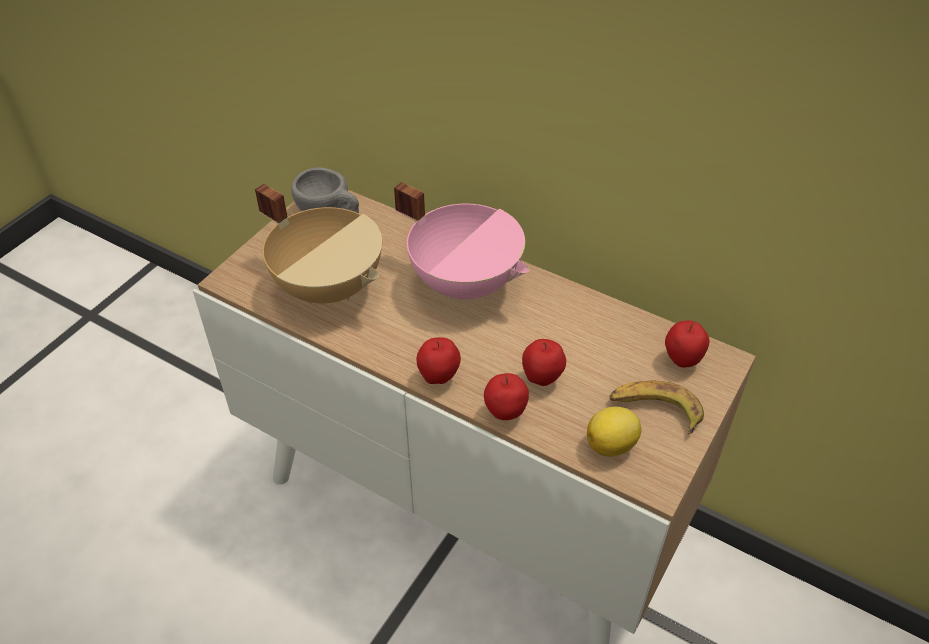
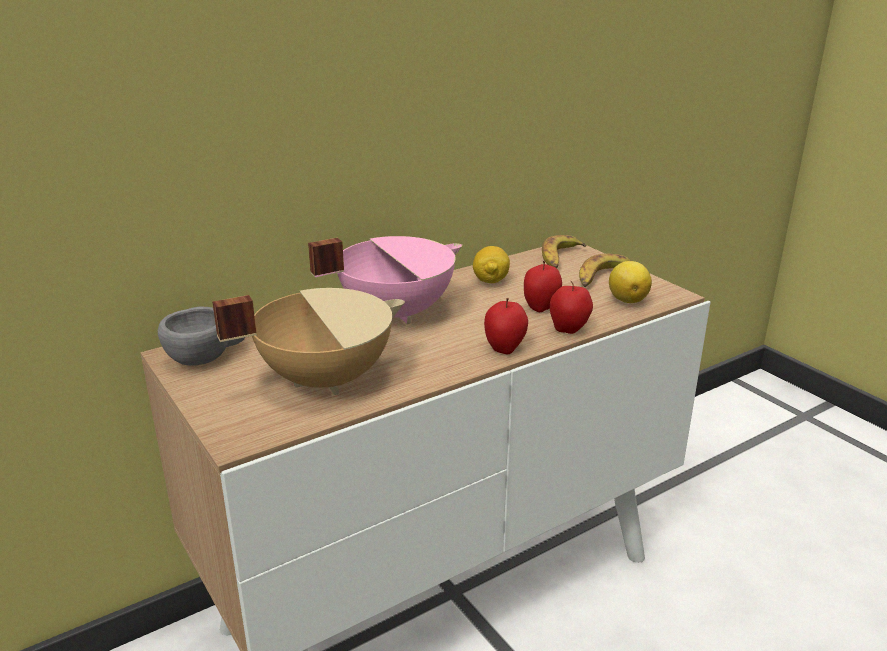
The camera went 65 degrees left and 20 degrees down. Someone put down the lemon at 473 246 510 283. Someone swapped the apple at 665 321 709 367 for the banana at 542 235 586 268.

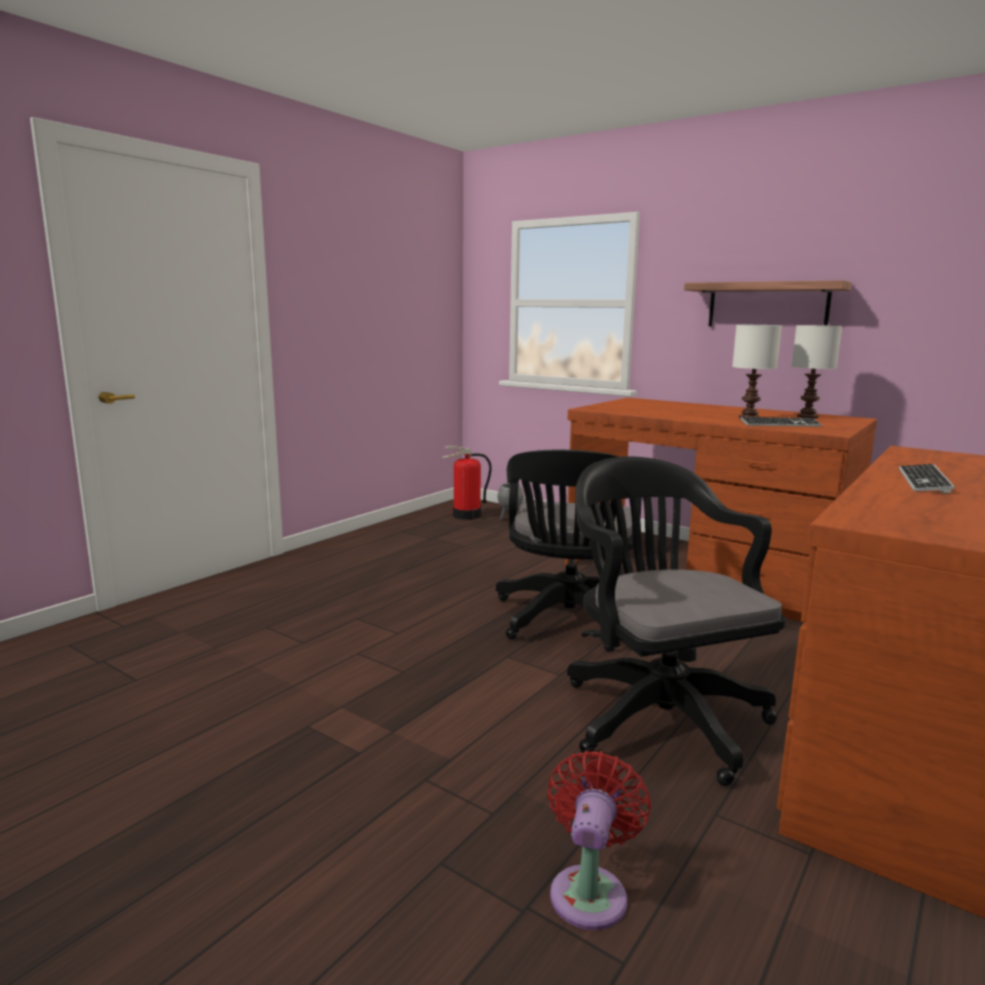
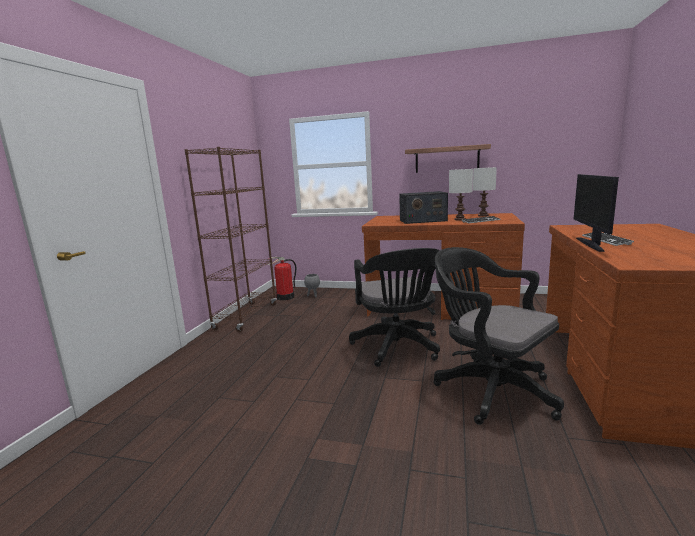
The camera went 20 degrees left and 0 degrees up. Someone took away the fan (red) at 548 751 651 930. Someone put down the bookcase (brown) at 184 147 277 332. Someone put down the radio at 399 191 448 224. Someone put down the monitor at 574 174 619 252.

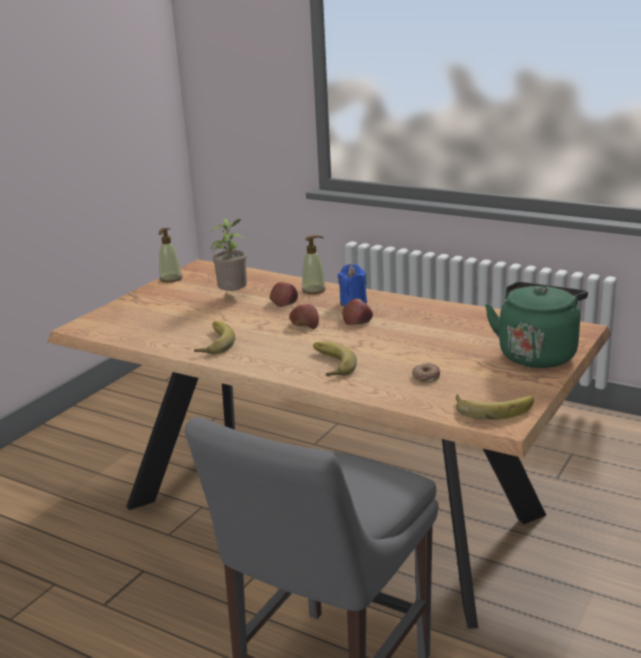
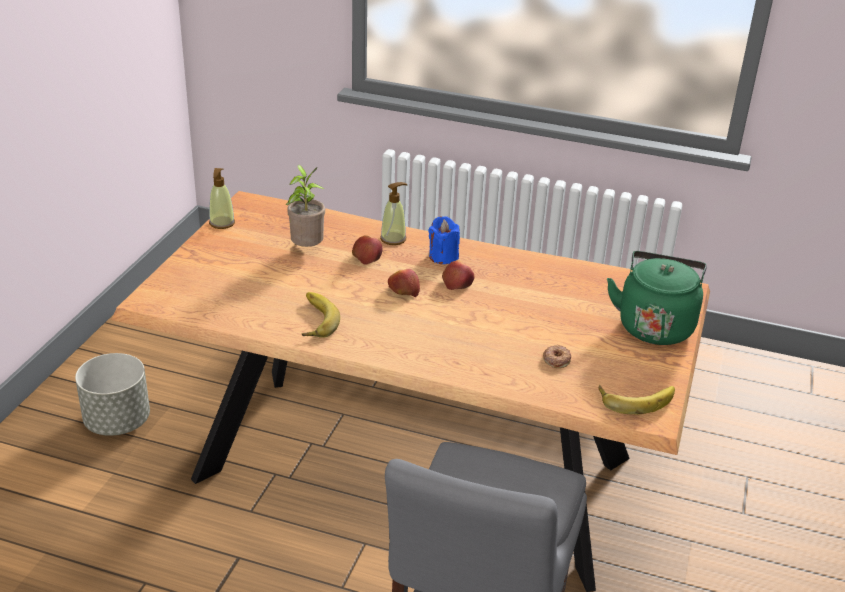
The camera went 15 degrees left and 10 degrees up. Someone took away the banana at 313 342 357 376. Someone put down the planter (grey) at 75 353 150 436.

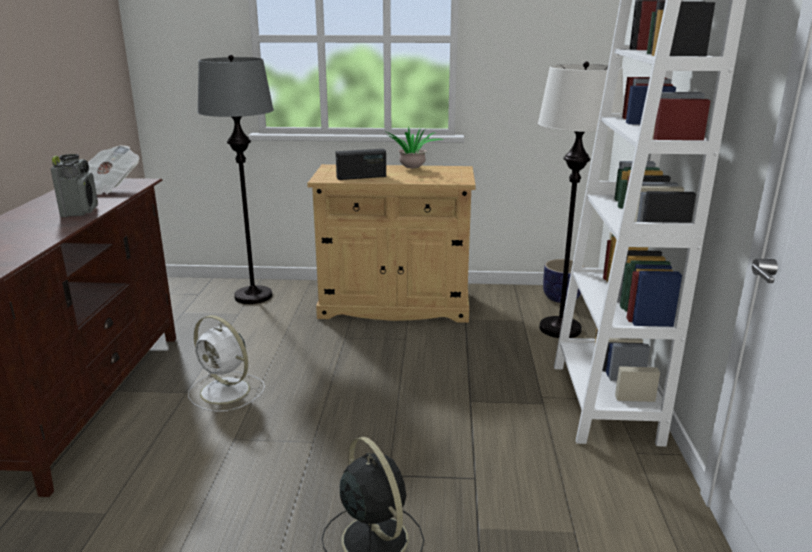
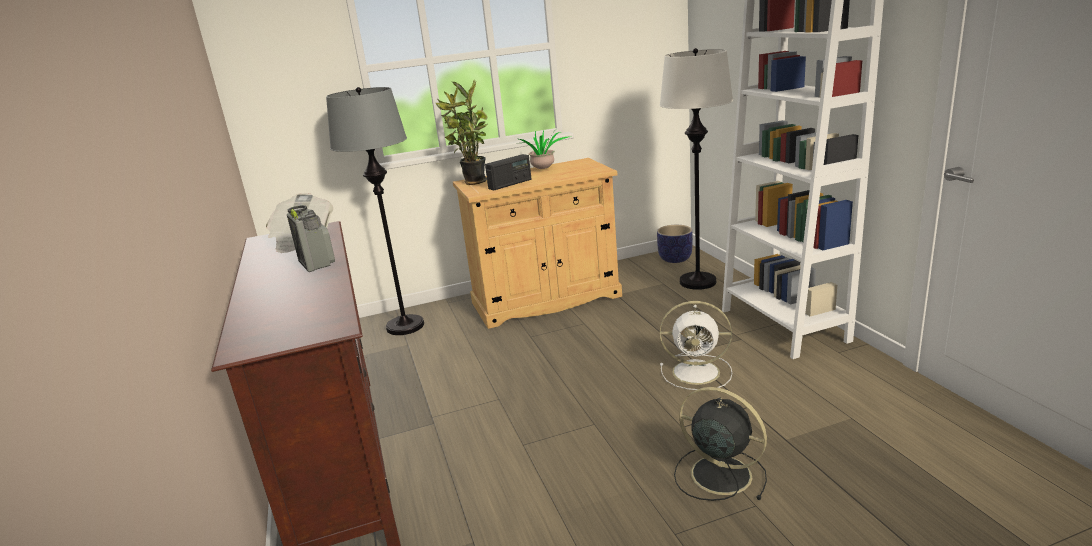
The camera went 20 degrees left and 0 degrees up. Someone put down the potted plant at 436 80 487 185. Someone carried the fan (white) from 188 315 265 412 to 660 301 733 390.

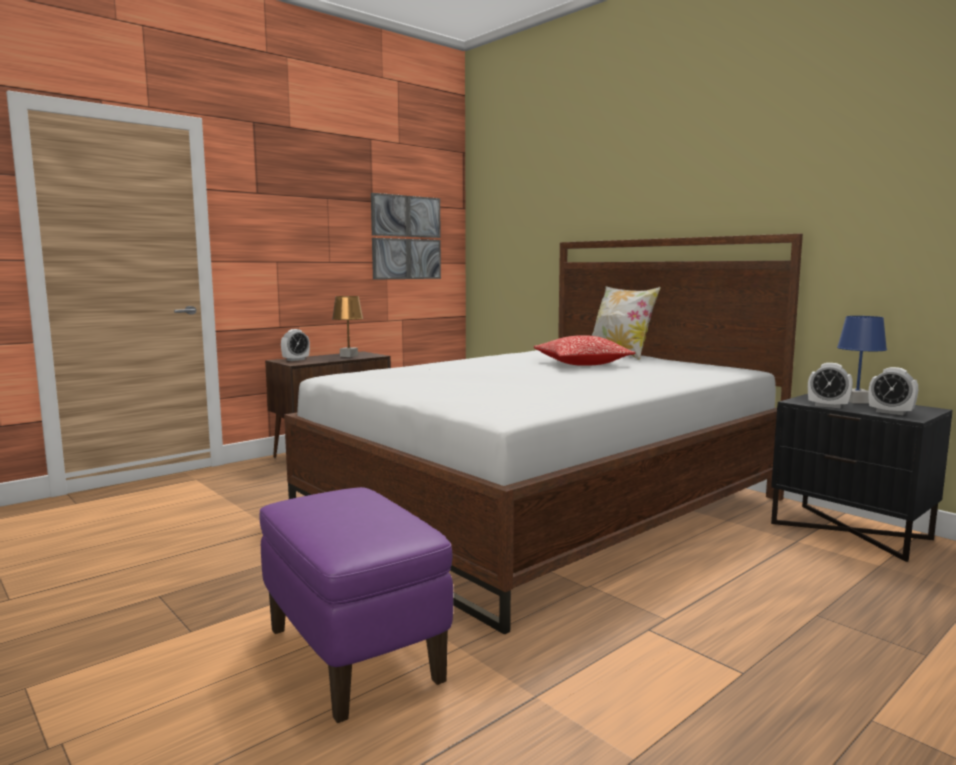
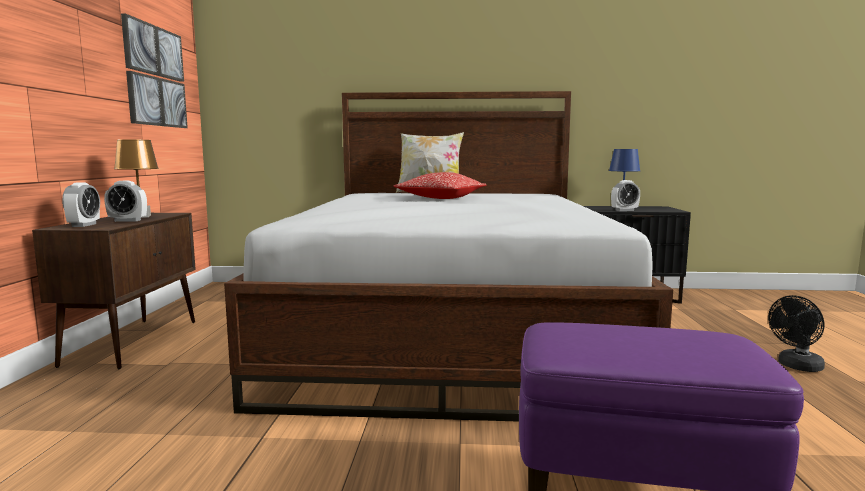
The camera went 45 degrees left and 0 degrees up. Someone put down the fan (black) at 768 295 825 372. Someone carried the alarm clock from 868 367 918 415 to 104 180 147 222.

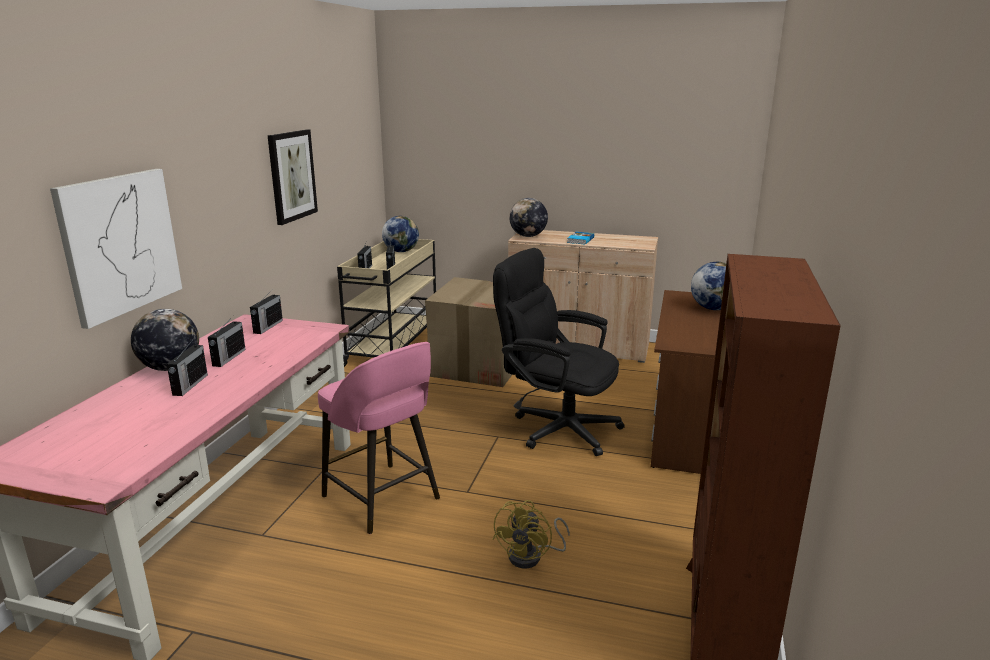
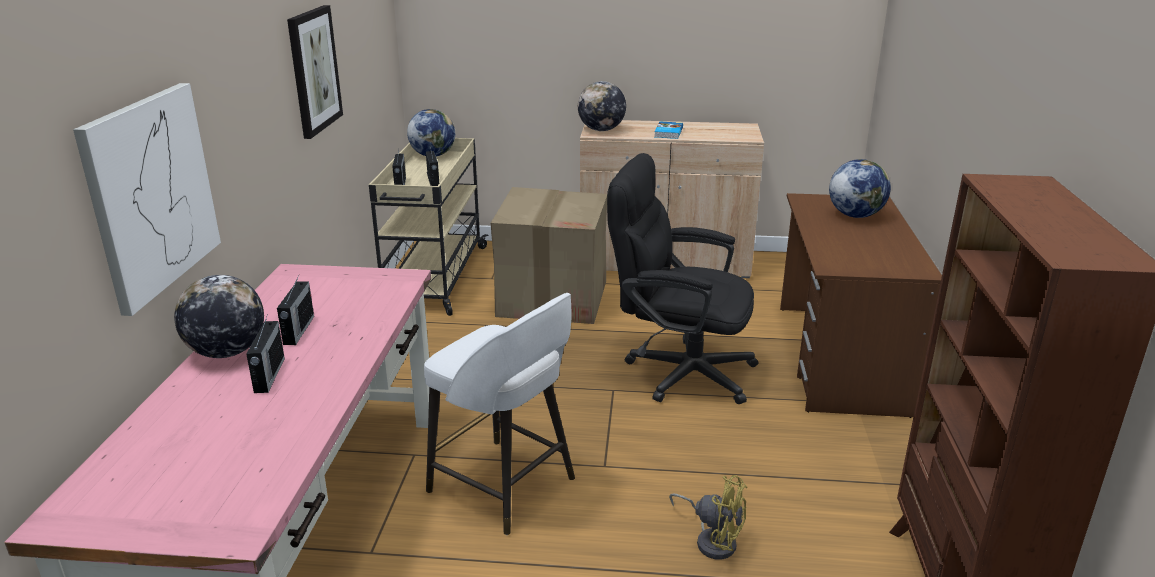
The camera went 10 degrees left and 5 degrees up. Someone took away the radio at 250 289 283 334. Someone repainted the stool (pink) at 318 342 440 534, which became the stool (white) at 424 293 575 535. Someone rotated the fan (yellow) at 493 500 570 569 by 75 degrees counterclockwise.

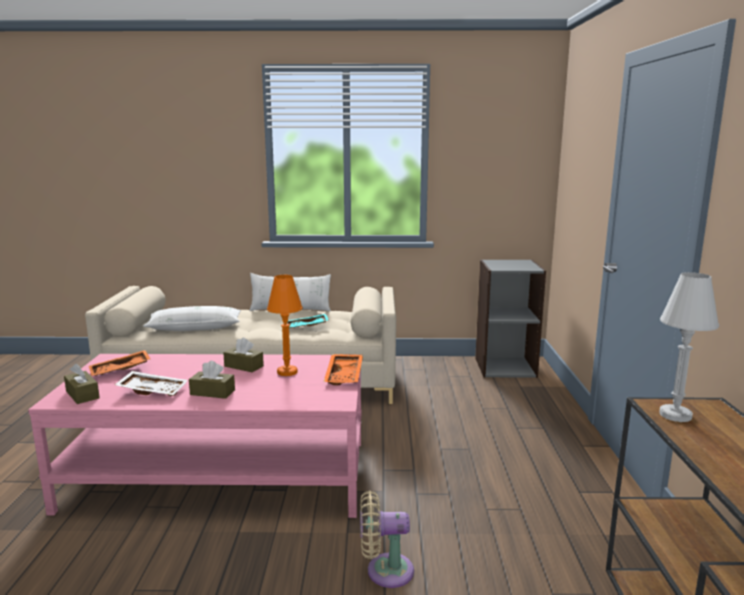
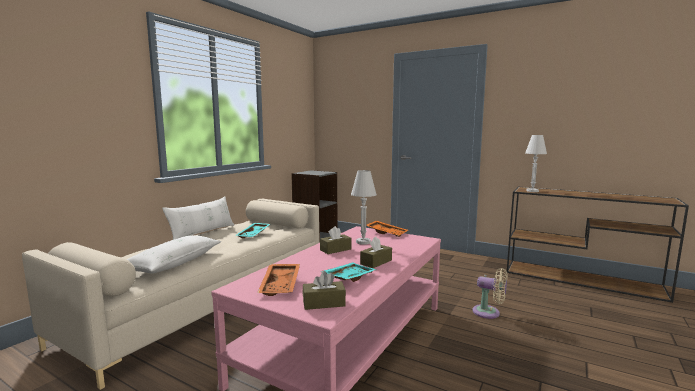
The camera went 60 degrees left and 5 degrees down. Someone repainted the tray (white) at 115 371 188 396, which became the tray (turquoise) at 321 262 377 282. Someone repainted the table lamp (orange) at 267 275 303 376, which became the table lamp (white) at 351 170 377 245. Someone rotated the fan (beige) at 360 491 414 588 by 90 degrees counterclockwise.

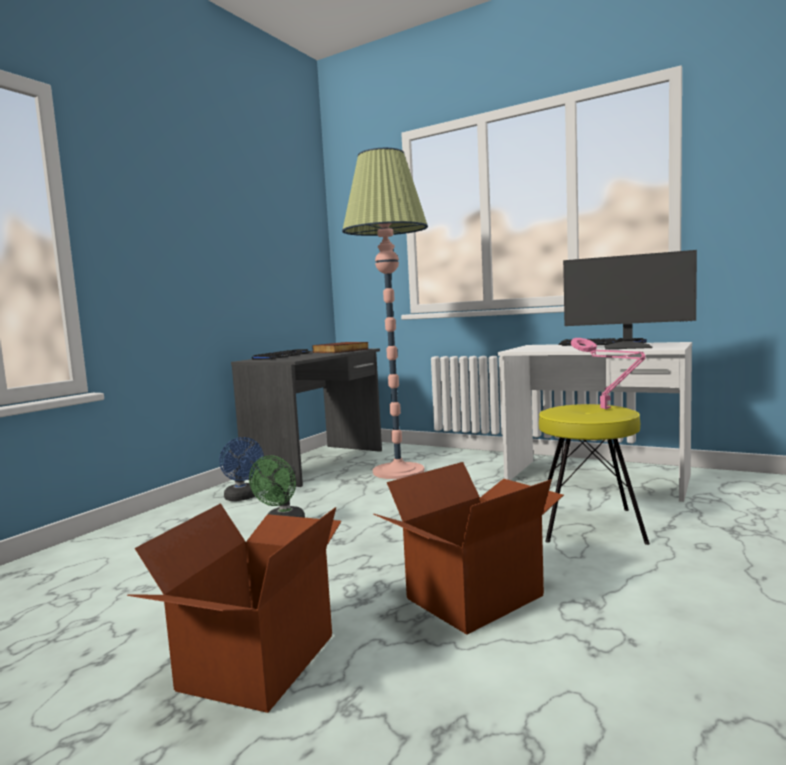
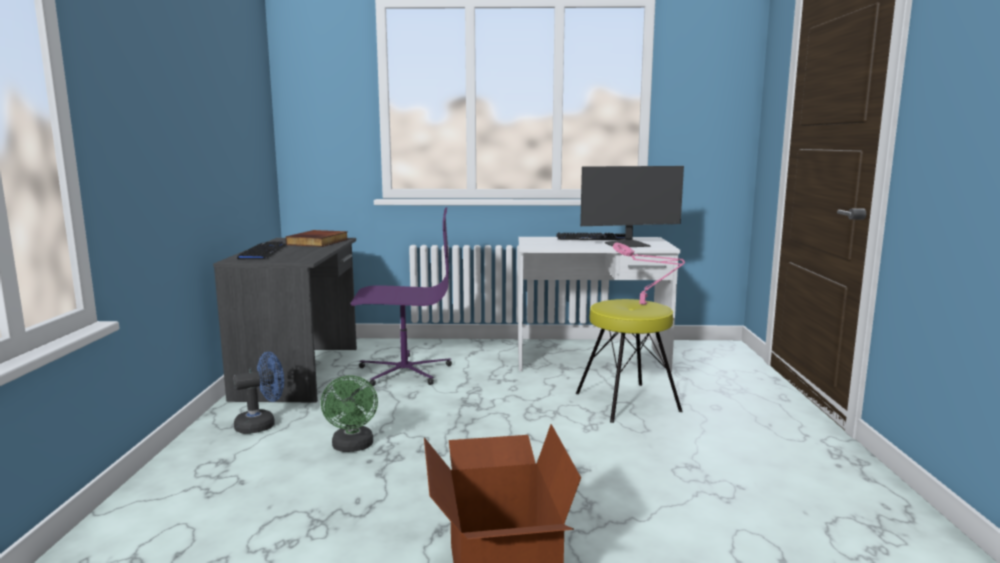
The camera went 30 degrees left and 5 degrees up. Someone took away the cardboard box at 374 462 564 635. Someone swapped the floor lamp at 342 148 428 479 for the office chair (purple) at 351 207 452 386. Someone rotated the fan (blue) at 219 437 264 501 by 60 degrees counterclockwise.

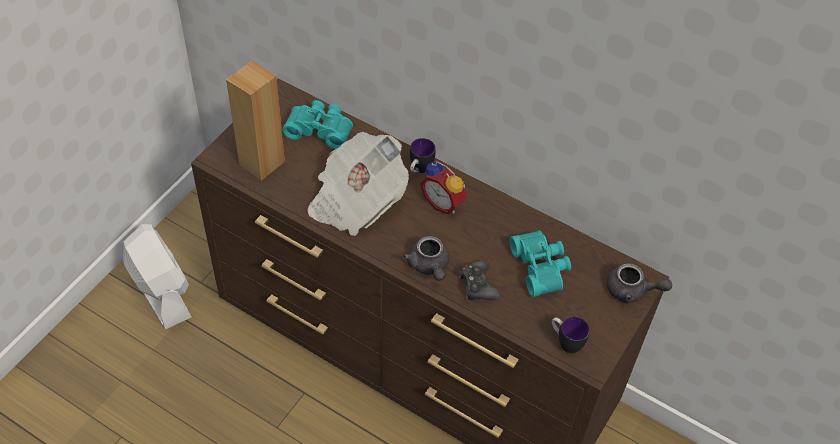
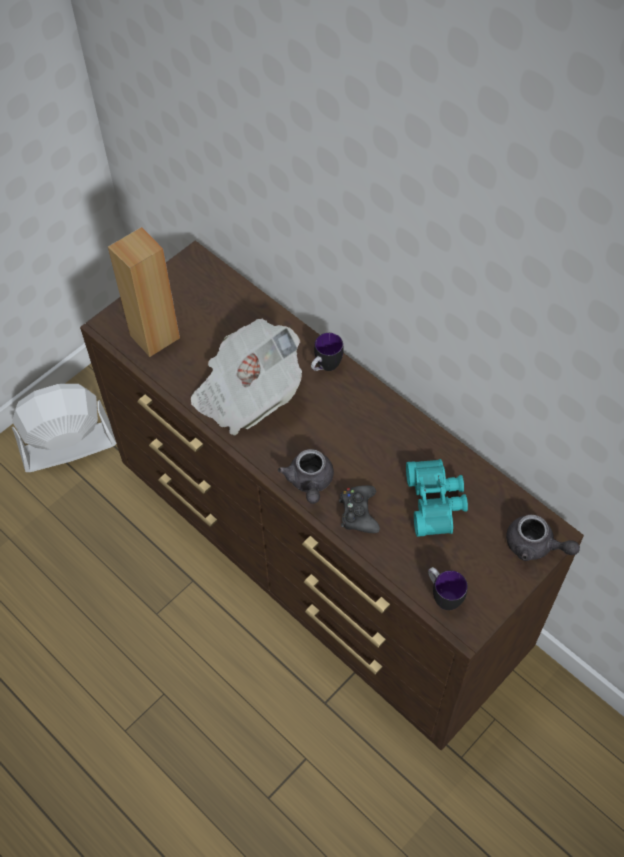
The camera went 15 degrees right and 5 degrees up. Someone took away the binoculars (turquoise) at 282 100 353 150. Someone took away the alarm clock at 420 161 467 215. Someone rotated the fan (white) at 123 224 192 329 by 90 degrees counterclockwise.

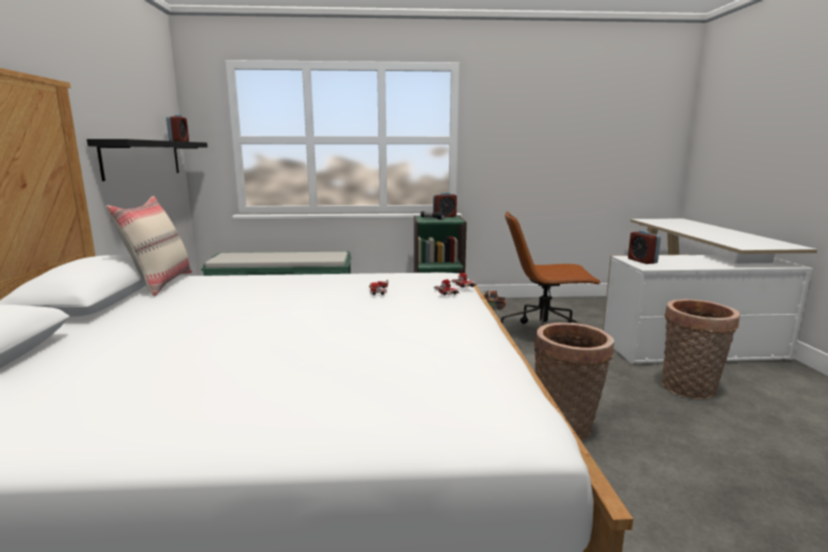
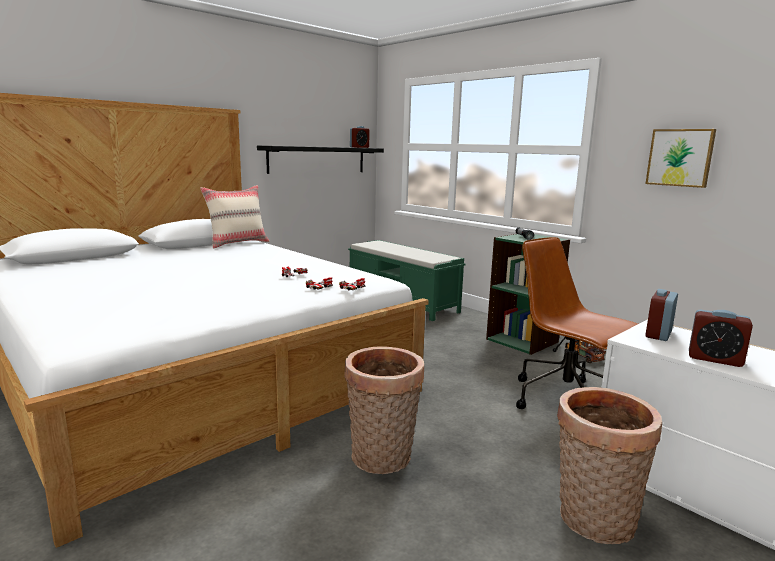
The camera went 50 degrees right and 0 degrees up. Someone put up the picture at 645 129 716 188. Someone carried the alarm clock from 433 192 457 217 to 689 309 753 367.

